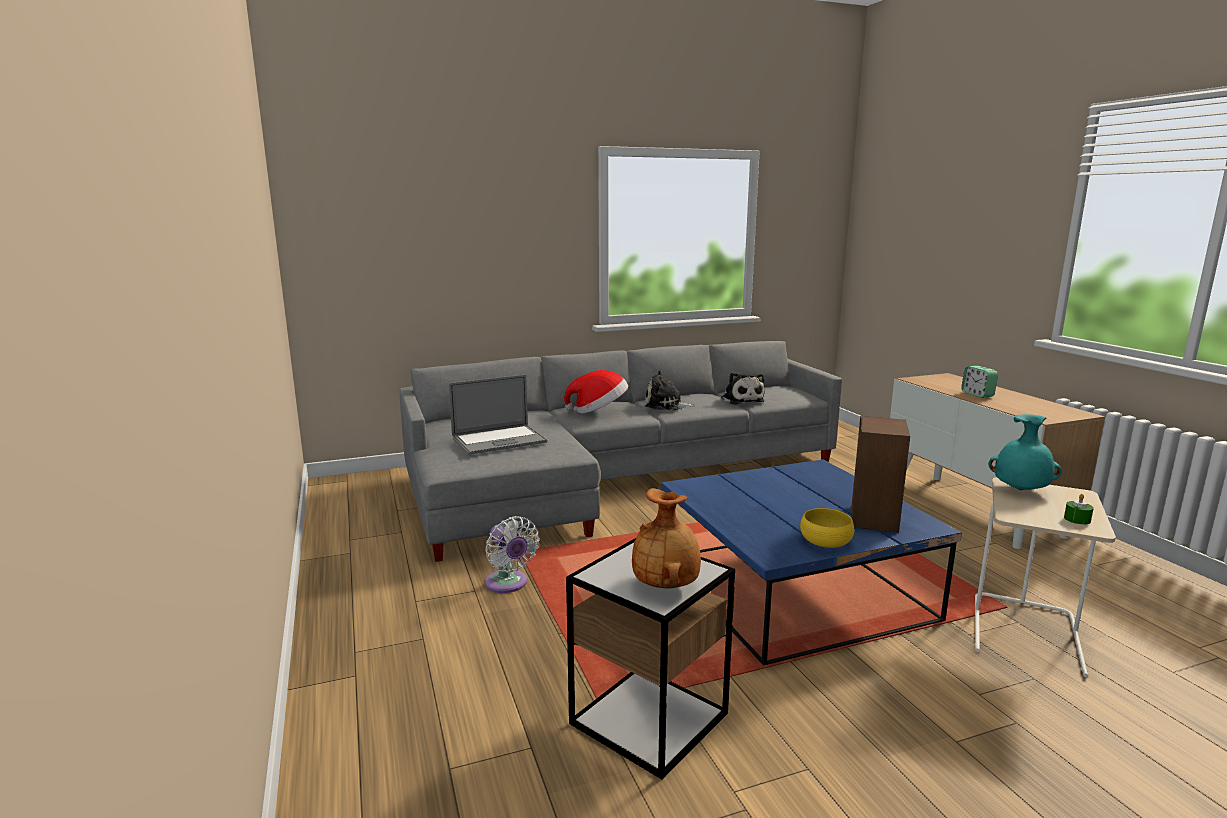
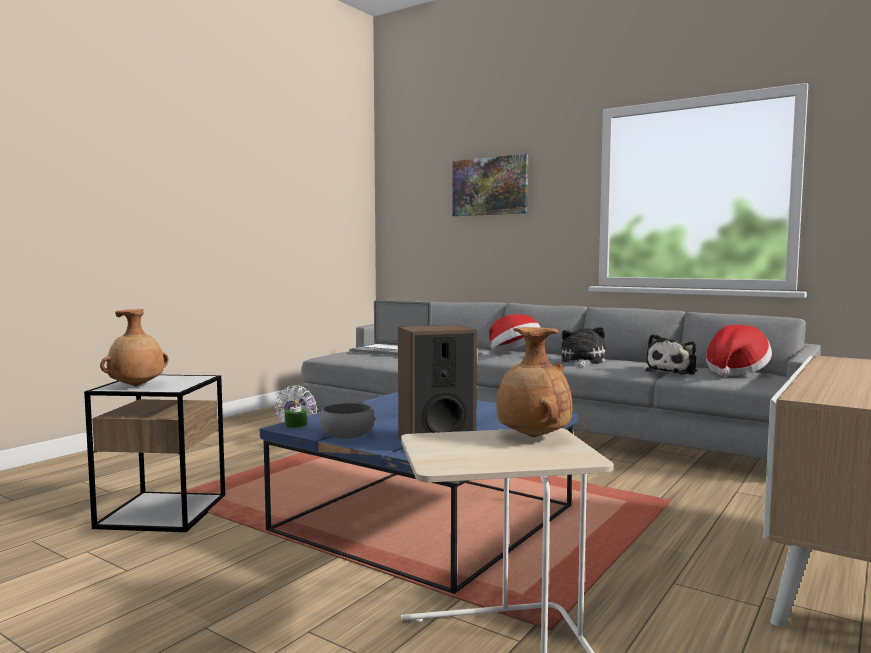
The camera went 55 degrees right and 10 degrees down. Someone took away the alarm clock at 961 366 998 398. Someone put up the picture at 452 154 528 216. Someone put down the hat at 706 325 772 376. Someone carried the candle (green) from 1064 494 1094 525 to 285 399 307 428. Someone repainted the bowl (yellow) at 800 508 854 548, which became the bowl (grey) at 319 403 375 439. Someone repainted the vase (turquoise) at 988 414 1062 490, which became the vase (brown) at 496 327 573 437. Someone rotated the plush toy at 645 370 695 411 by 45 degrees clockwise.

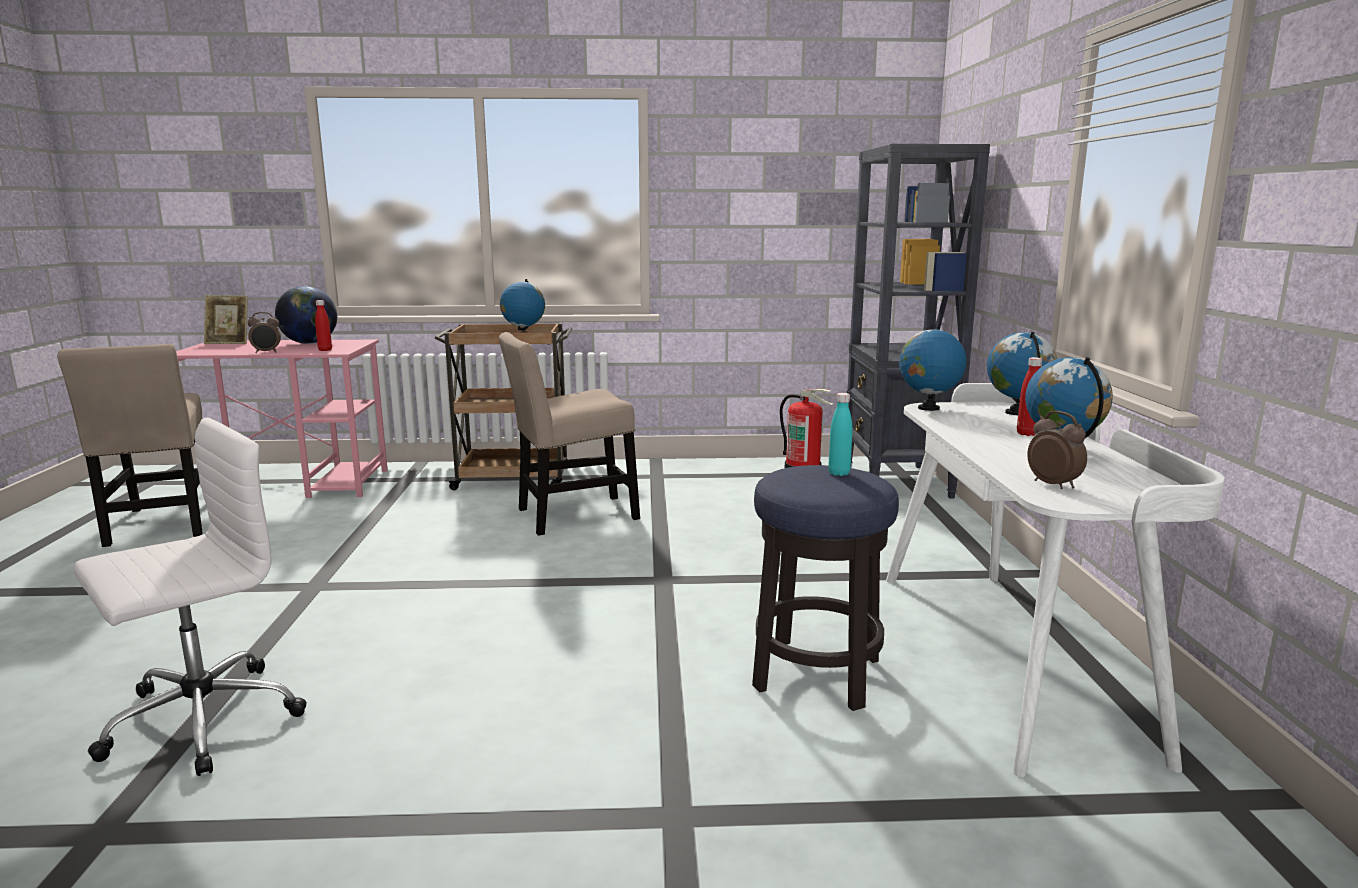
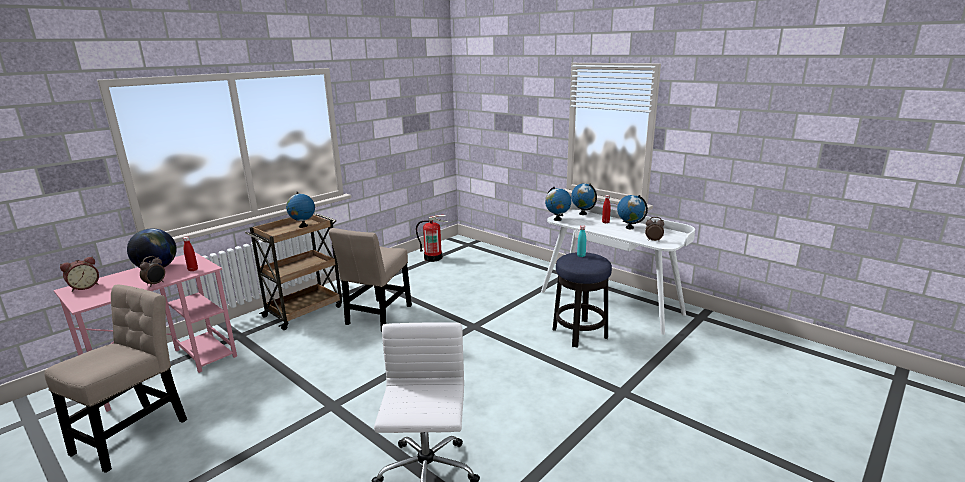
The camera went 45 degrees left and 5 degrees up. Someone took away the bookcase (black) at 846 144 990 498. Someone swapped the picture frame at 204 295 248 344 for the alarm clock at 60 257 99 292. Someone rotated the chair (beige) at 57 344 203 547 by 90 degrees counterclockwise.

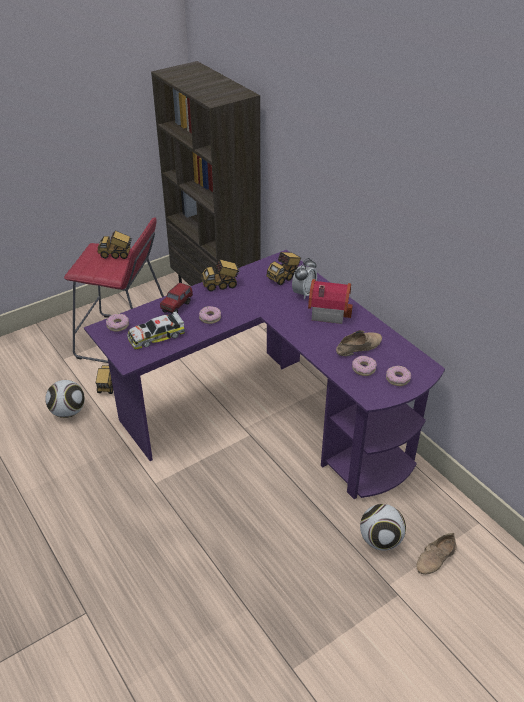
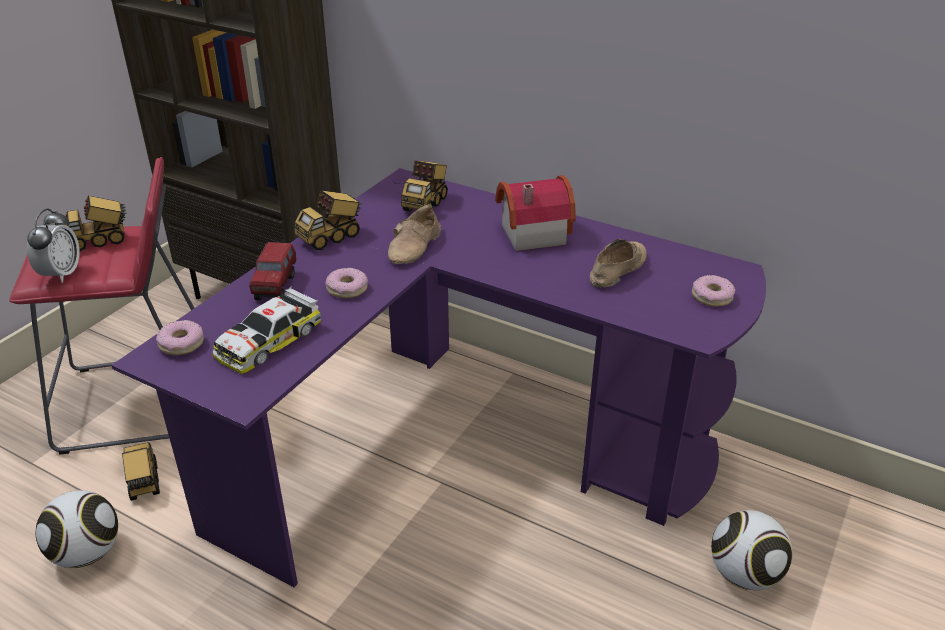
The camera went 25 degrees left and 5 degrees down. Someone took away the donut at 352 356 377 376. Someone carried the alarm clock from 292 258 317 299 to 27 208 80 283. Someone carried the shoe (beige) from 416 533 457 574 to 388 204 441 264.

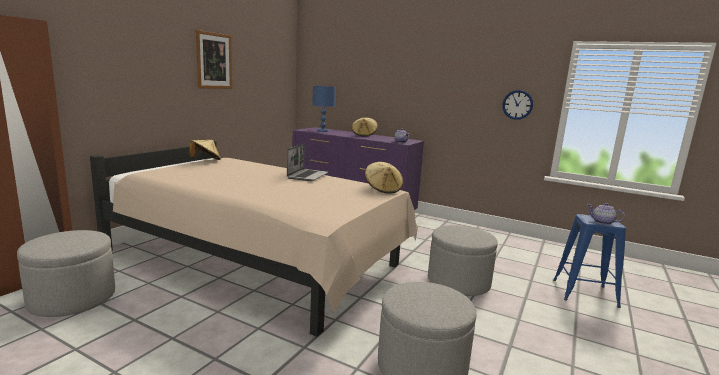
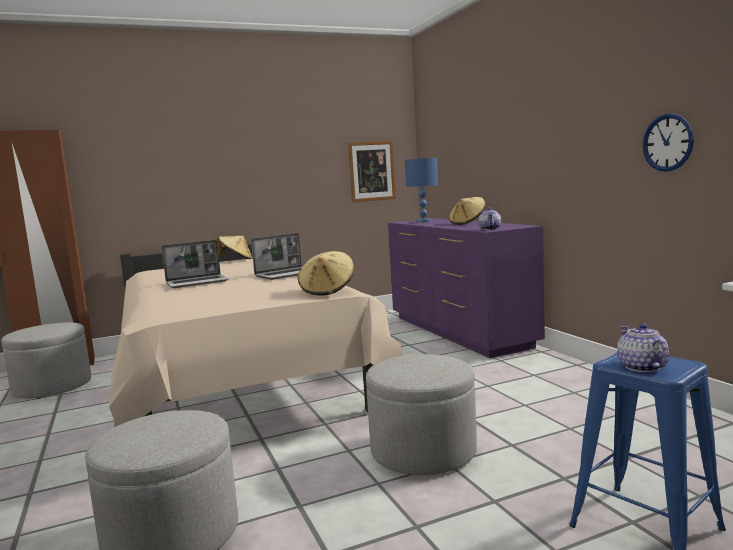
The camera went 40 degrees right and 5 degrees down. Someone put down the laptop at 162 240 228 288. Someone carried the picture from 196 30 232 89 to 348 141 396 202.

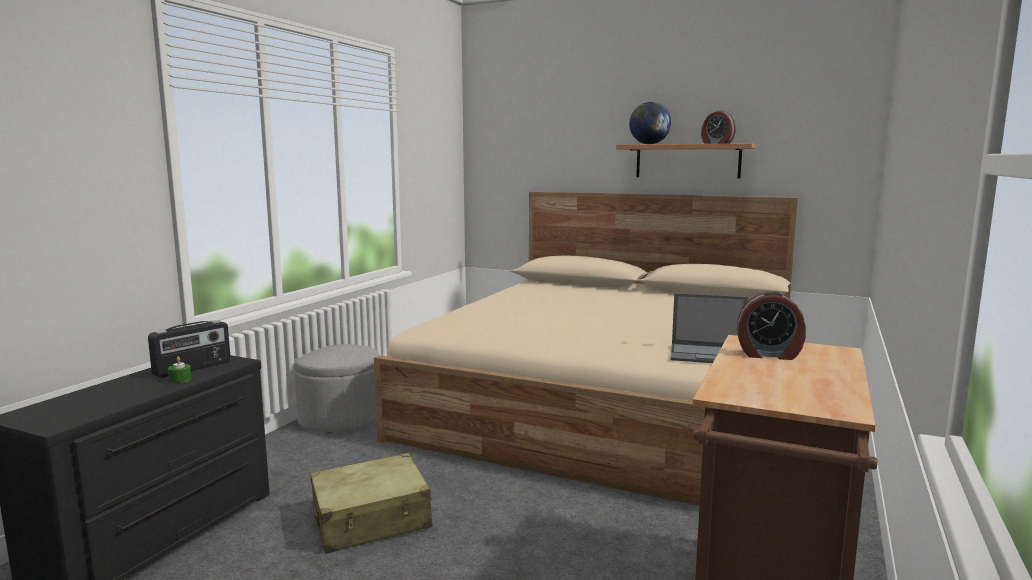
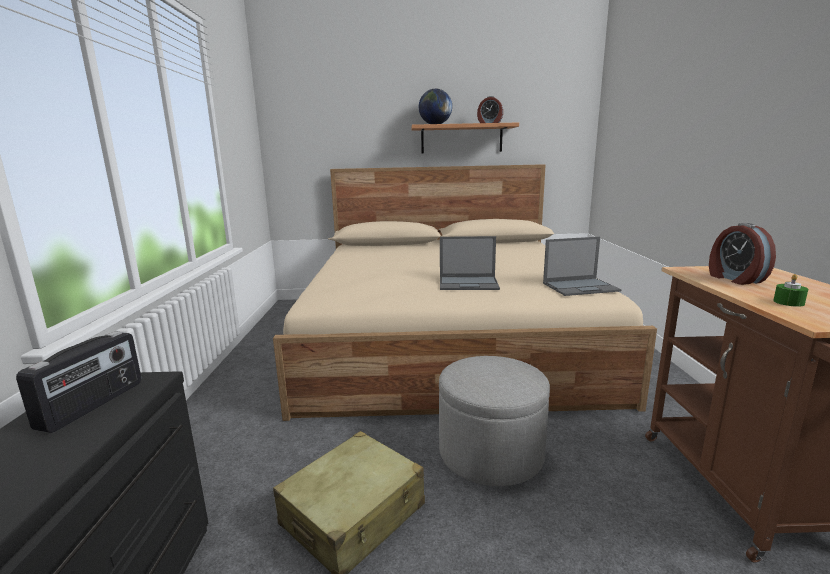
The camera went 25 degrees left and 5 degrees up. Someone put down the laptop at 440 236 500 290. Someone carried the candle (green) from 168 357 192 383 to 773 274 808 307. Someone carried the ottoman (grey) from 294 344 379 433 to 439 356 550 486. Someone rotated the alarm clock at 737 291 806 360 by 90 degrees clockwise.

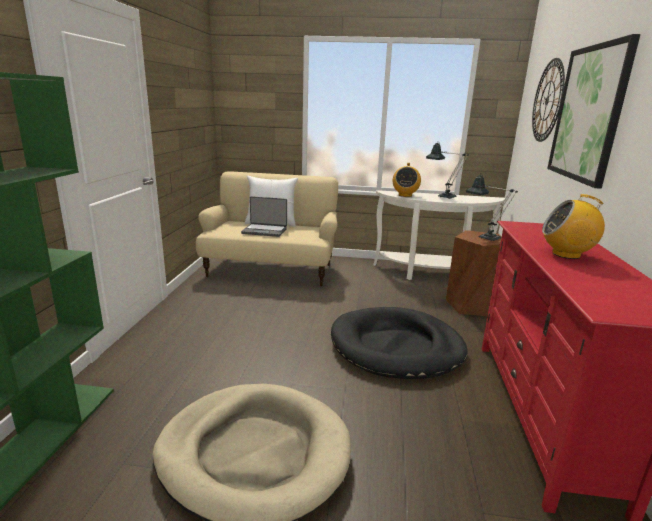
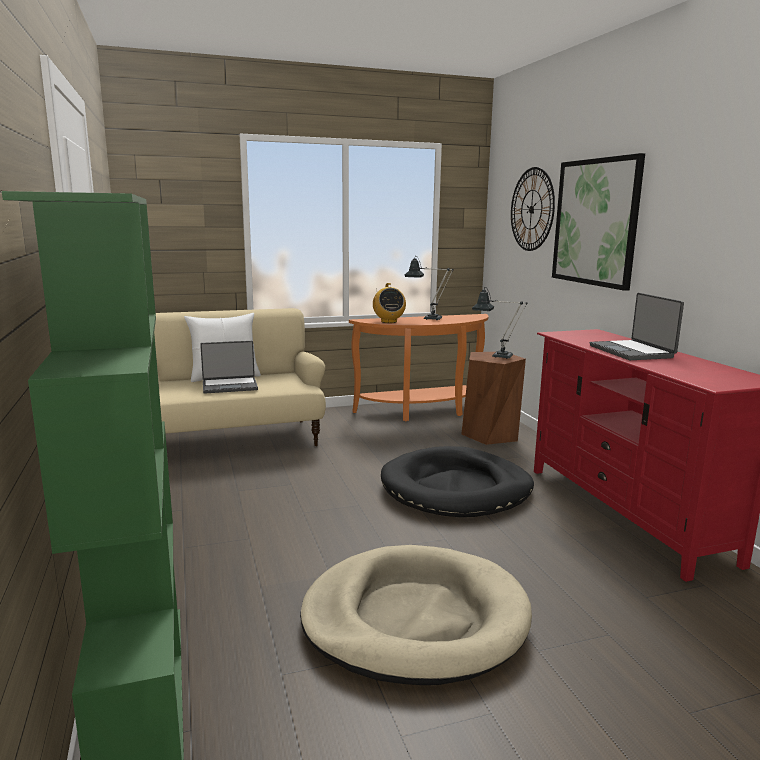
The camera went 25 degrees left and 5 degrees down. Someone swapped the radio at 542 194 605 259 for the laptop at 590 293 684 360. Someone repainted the console table (white) at 374 190 505 280, which became the console table (orange) at 349 314 489 421.

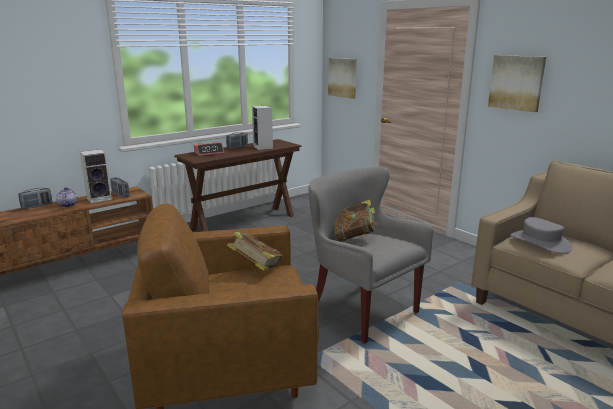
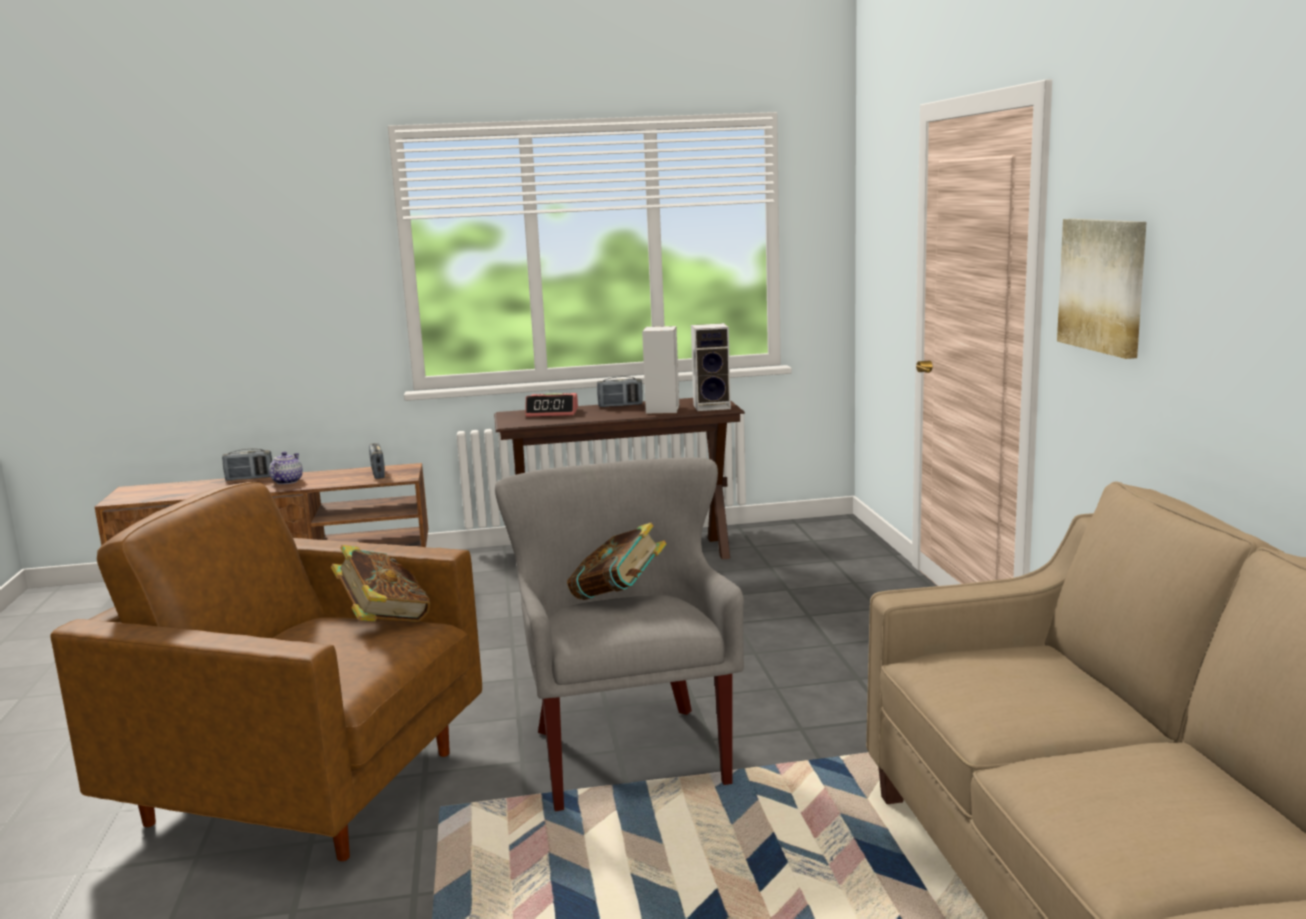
The camera went 30 degrees right and 5 degrees down. Someone took away the picture at 328 58 357 99. Someone took away the hat (grey) at 511 217 573 254. Someone carried the speaker from 80 149 112 203 to 691 323 731 411.

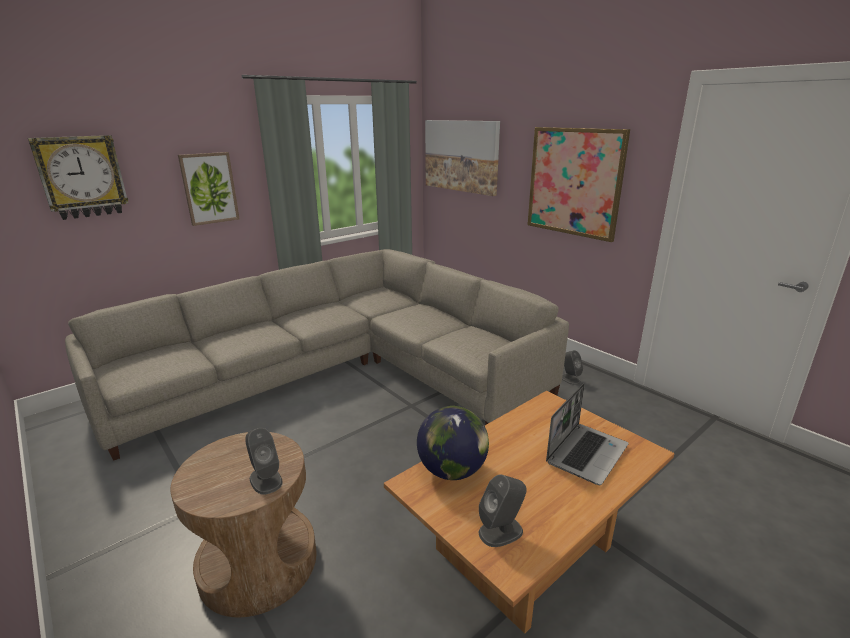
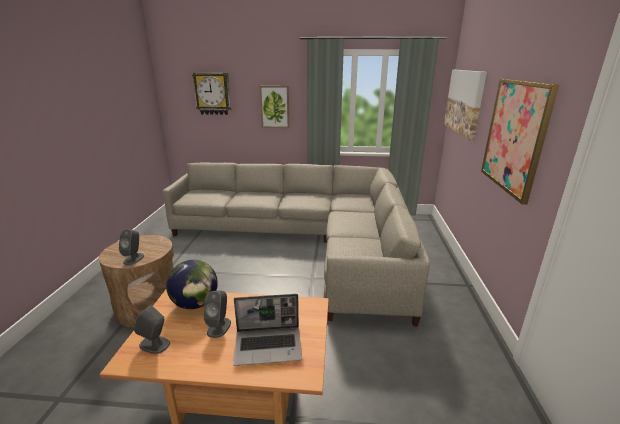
The camera went 45 degrees right and 0 degrees up. Someone carried the speaker (grey) from 562 350 583 385 to 204 290 231 338.

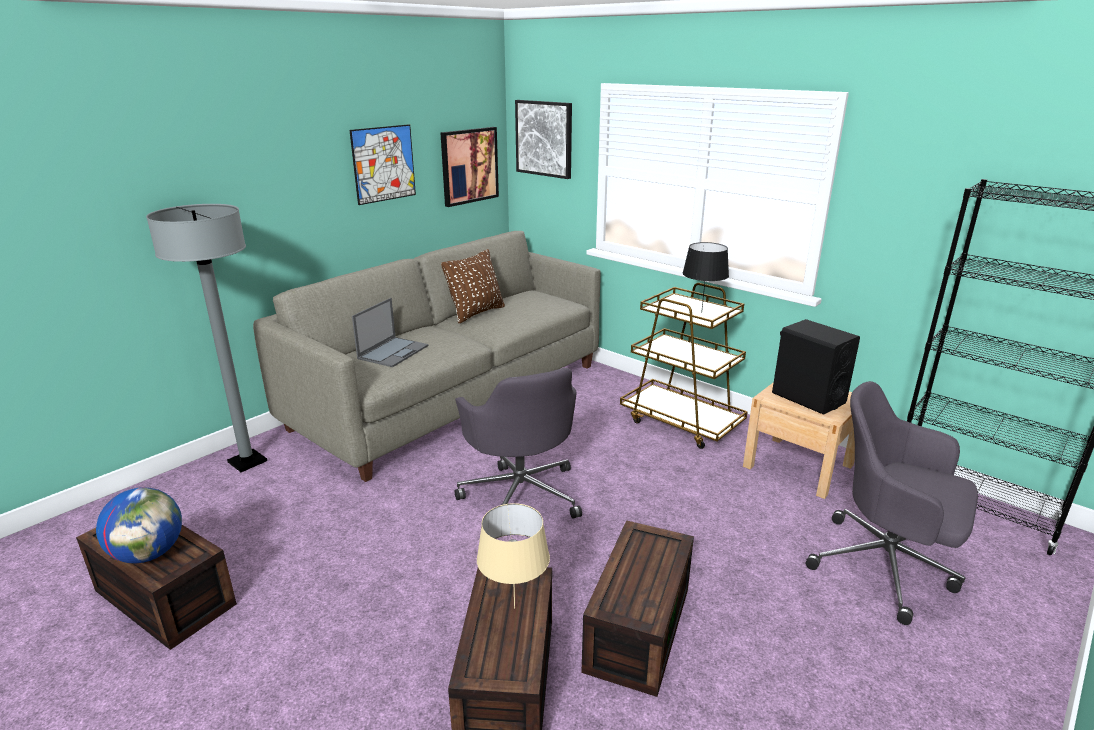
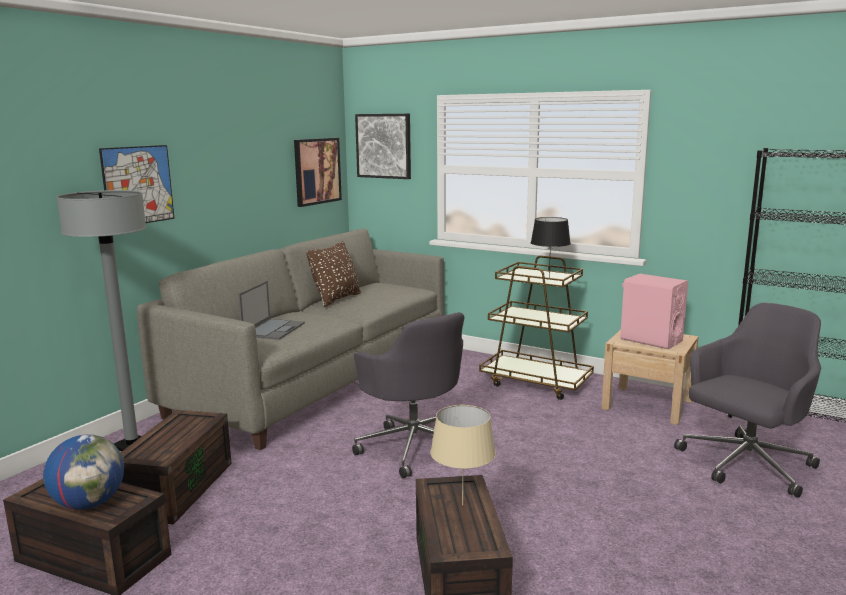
The camera went 10 degrees left and 10 degrees down. Someone carried the picture from 349 124 416 205 to 99 145 175 223. Someone carried the storage box (brown) from 581 520 694 697 to 121 410 232 525. Someone repainted the speaker (black) at 772 319 860 415, which became the speaker (pink) at 620 274 688 349. Someone rotated the office chair (grey) at 806 381 978 625 by 120 degrees clockwise.

